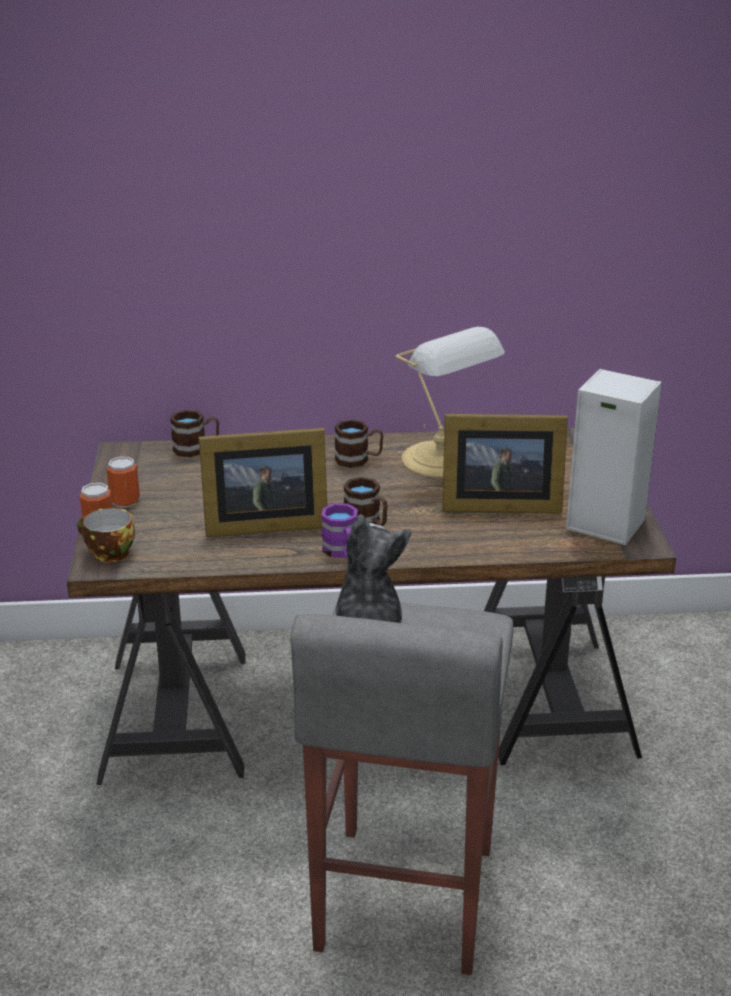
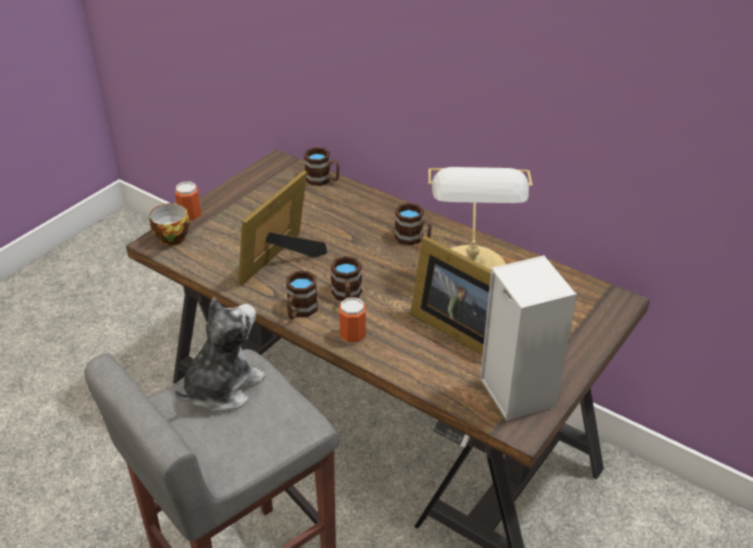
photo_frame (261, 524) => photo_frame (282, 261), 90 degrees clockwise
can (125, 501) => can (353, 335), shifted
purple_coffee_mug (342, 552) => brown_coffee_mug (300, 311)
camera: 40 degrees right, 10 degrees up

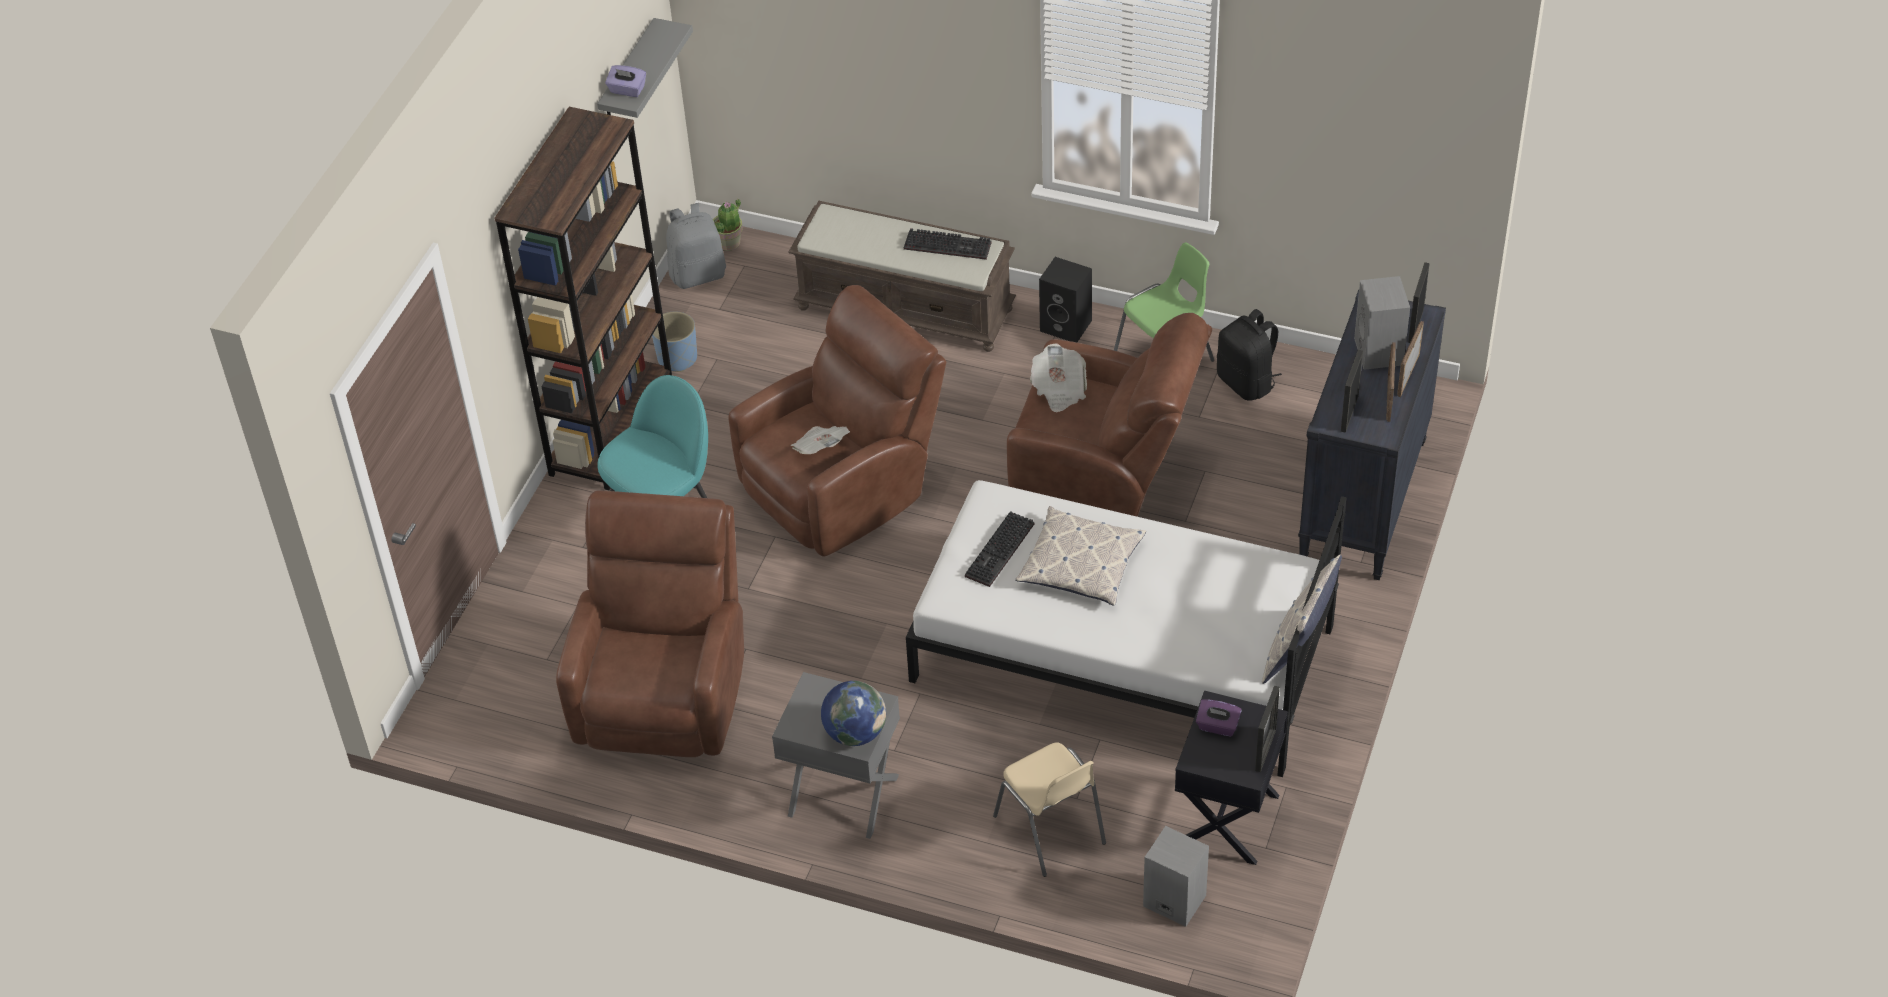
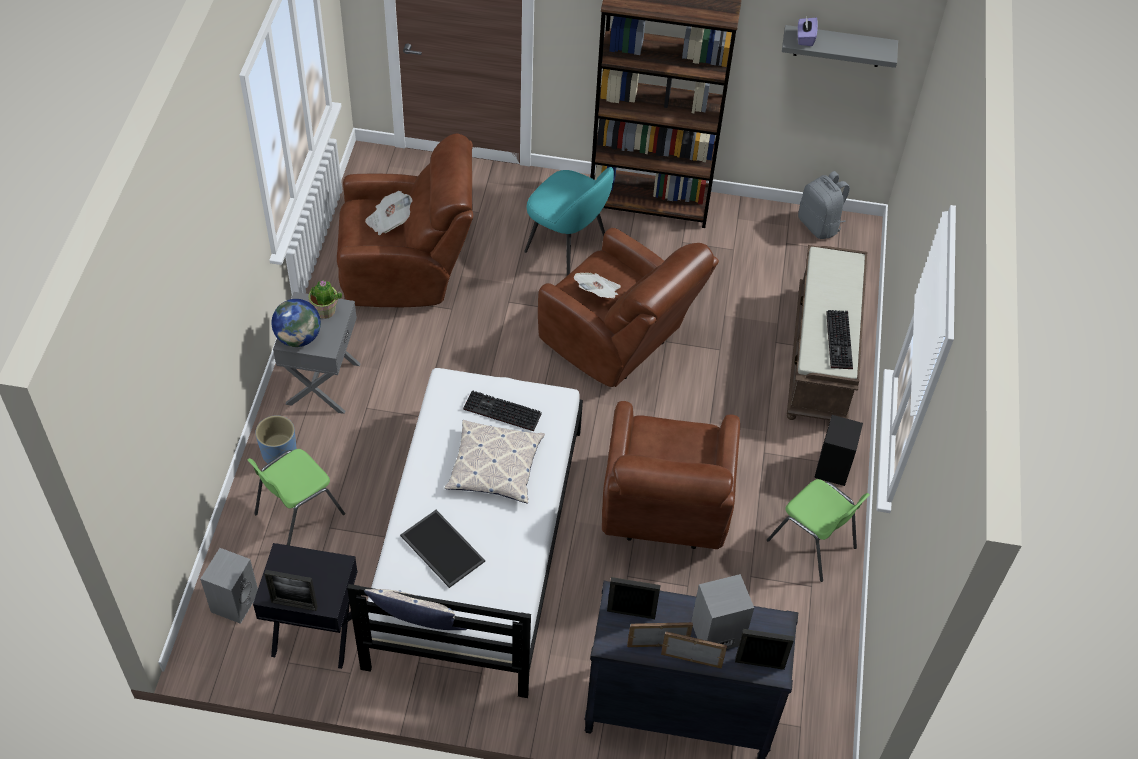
potted_plant (729, 242) => potted_plant (325, 311), shifted
black-coloured_knapsack (1247, 382) => nothing
bluish_planter (677, 358) => bluish_planter (279, 453), shifted
newspaper (1059, 390) => newspaper (389, 221), shifted
purple_tissue_holder (1217, 726) => nothing
beige-coloured_plain_chair (1050, 830) => greenish_plain_chair (298, 513)
nothing => tray (441, 549)
camera: 75 degrees right, 5 degrees up

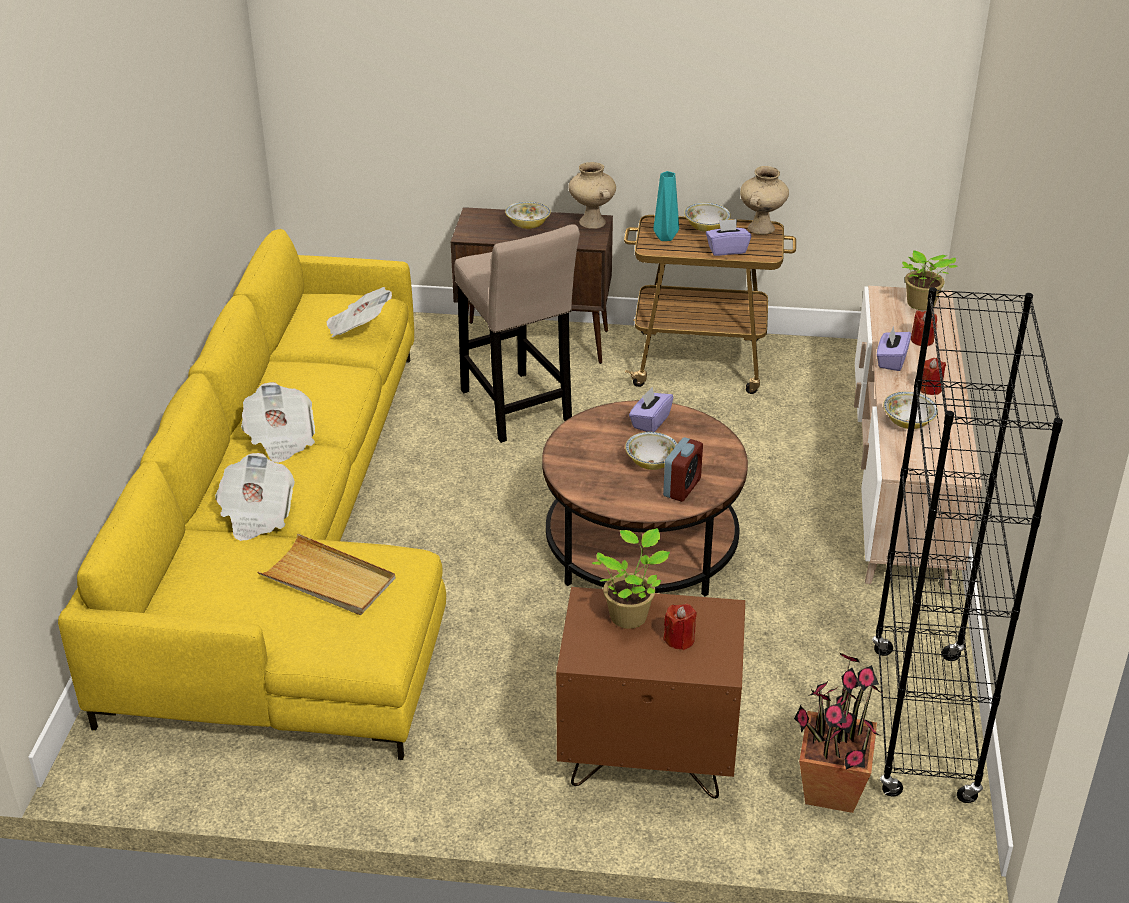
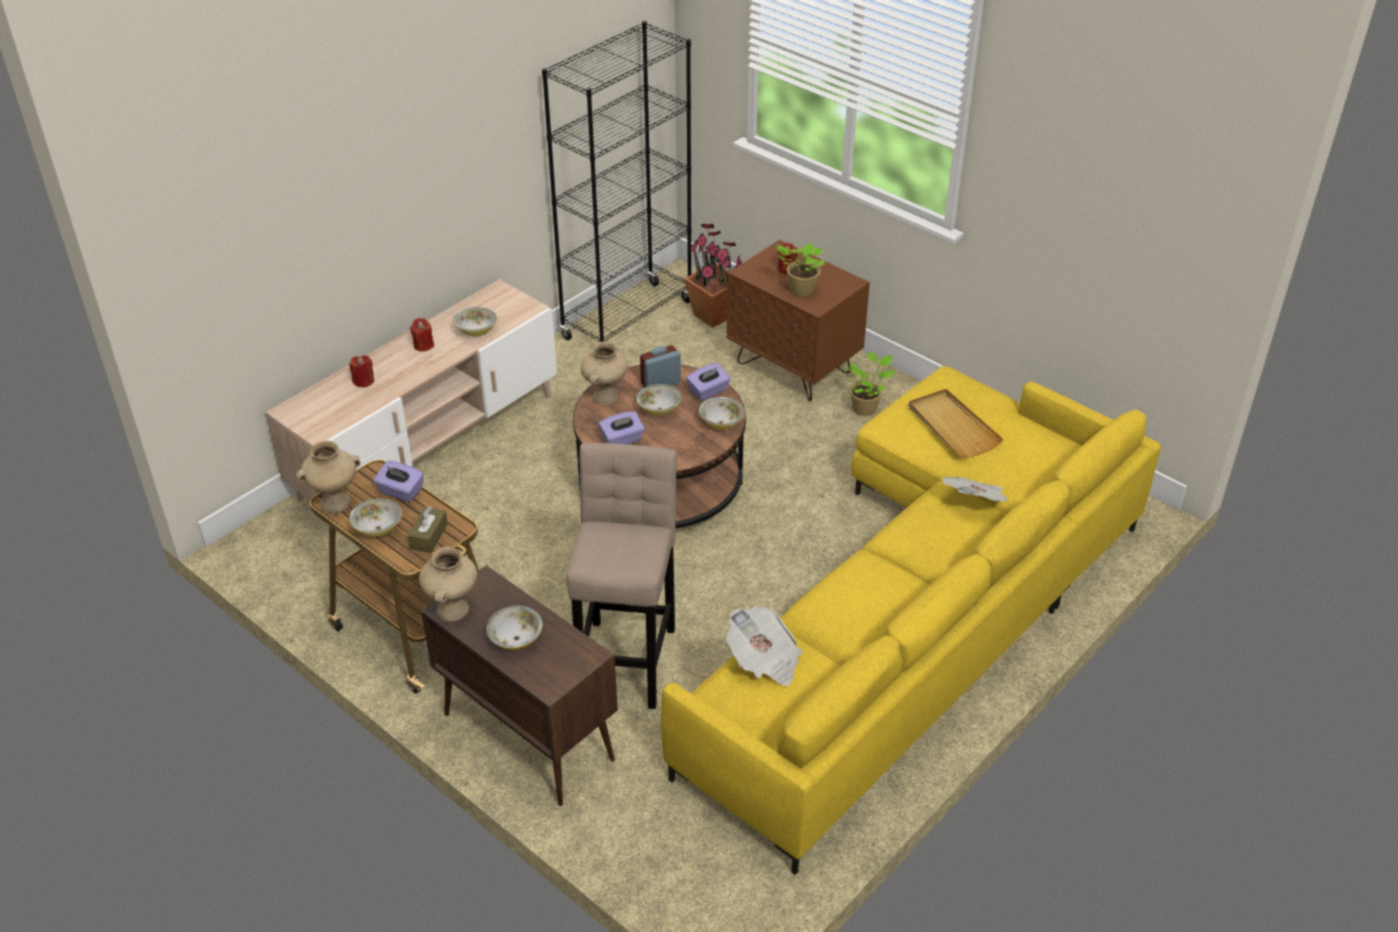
turquoise-coloured_decorative_vase (664, 238) => brown_tissue_holder (429, 536)
potted_plant (920, 305) => potted_plant (866, 408), shifted
purple_tissue_holder (891, 360) => purple_tissue_holder (708, 391), shifted
newspaper (281, 439) => nothing
nothing => beige-coloured_decorative_vase (605, 397)
nothing => deep_dish (721, 423)
camera: 145 degrees left, 5 degrees up

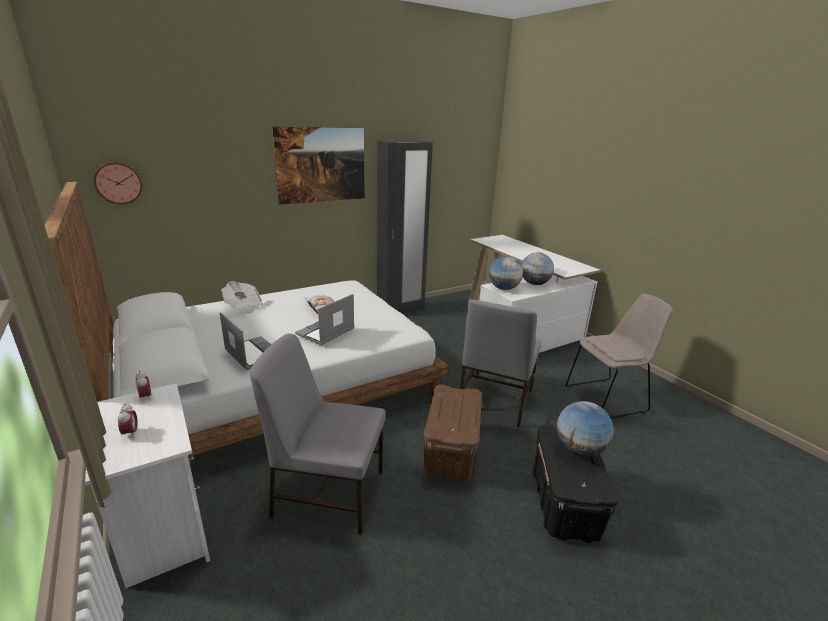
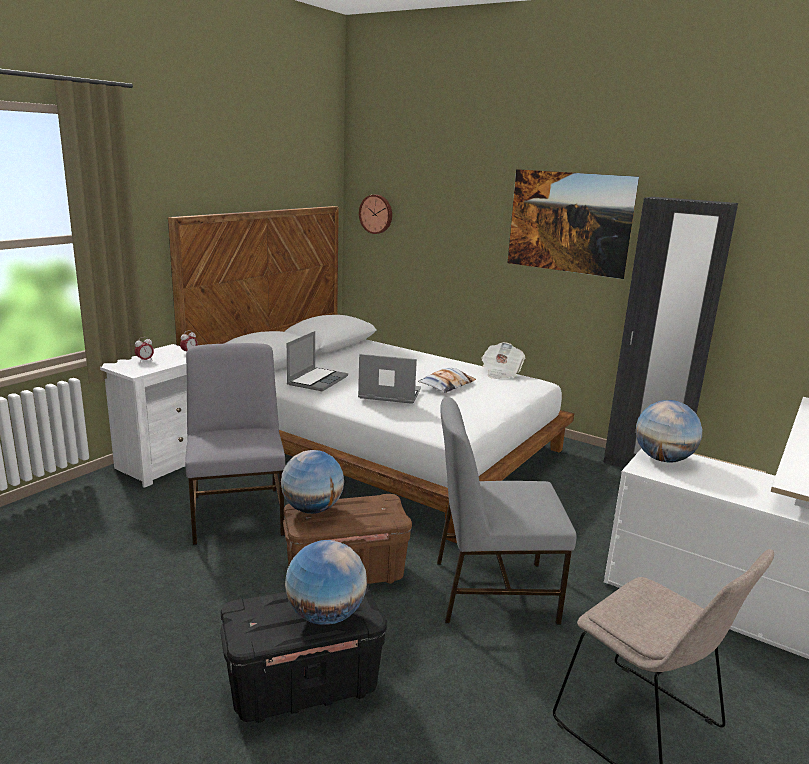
world_globe (535, 284) => world_globe (312, 509), shifted
newspaper (243, 307) => newspaper (501, 373), shifted
camera: 65 degrees right, 5 degrees down

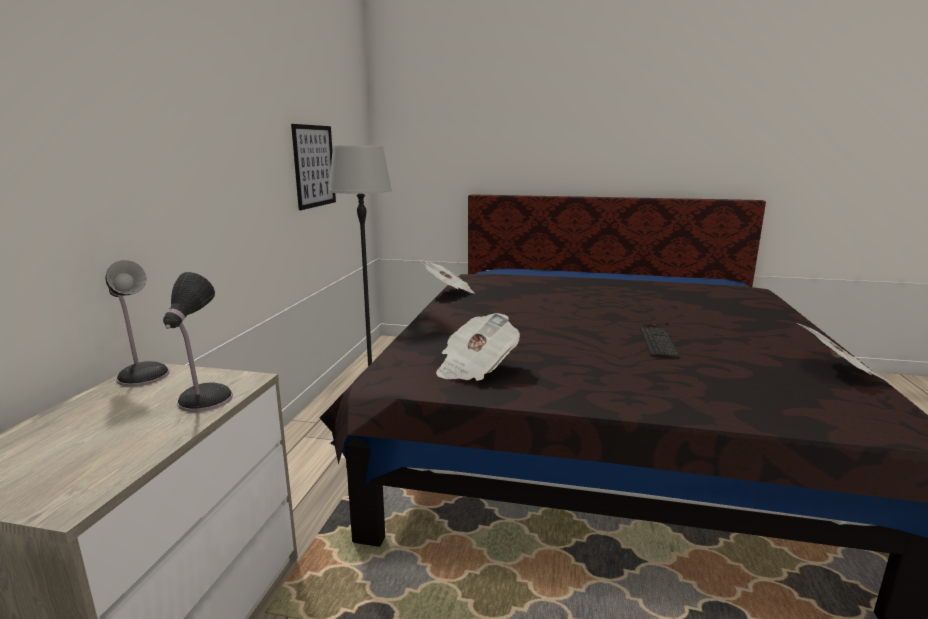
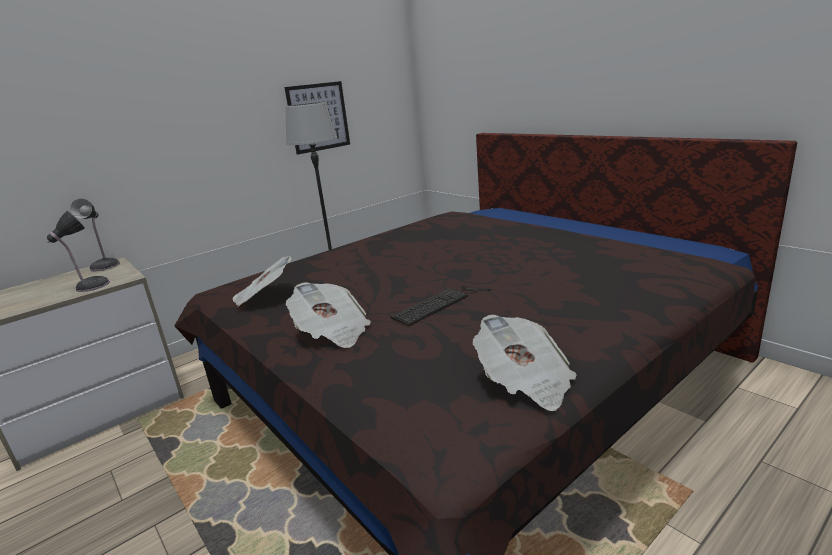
newspaper (448, 291) => newspaper (332, 332), shifted
camera: 40 degrees right, 5 degrees up

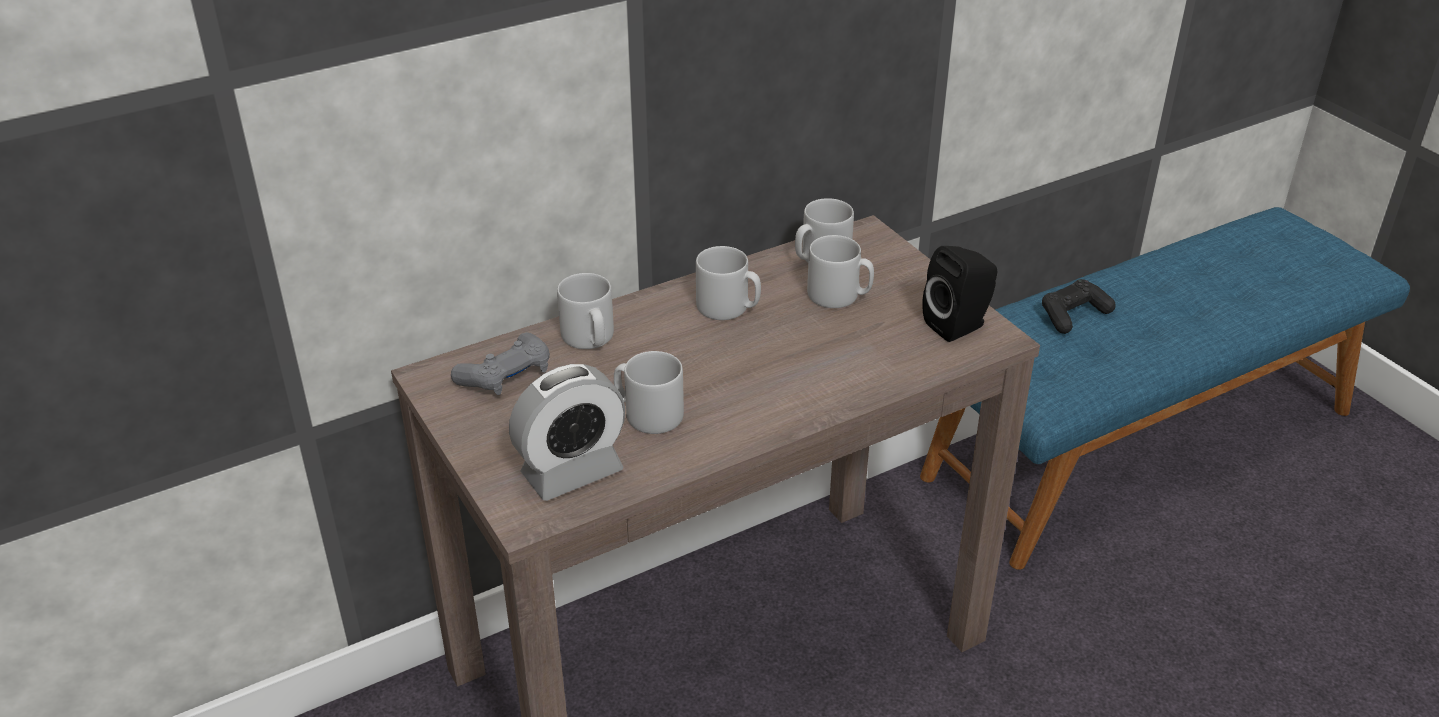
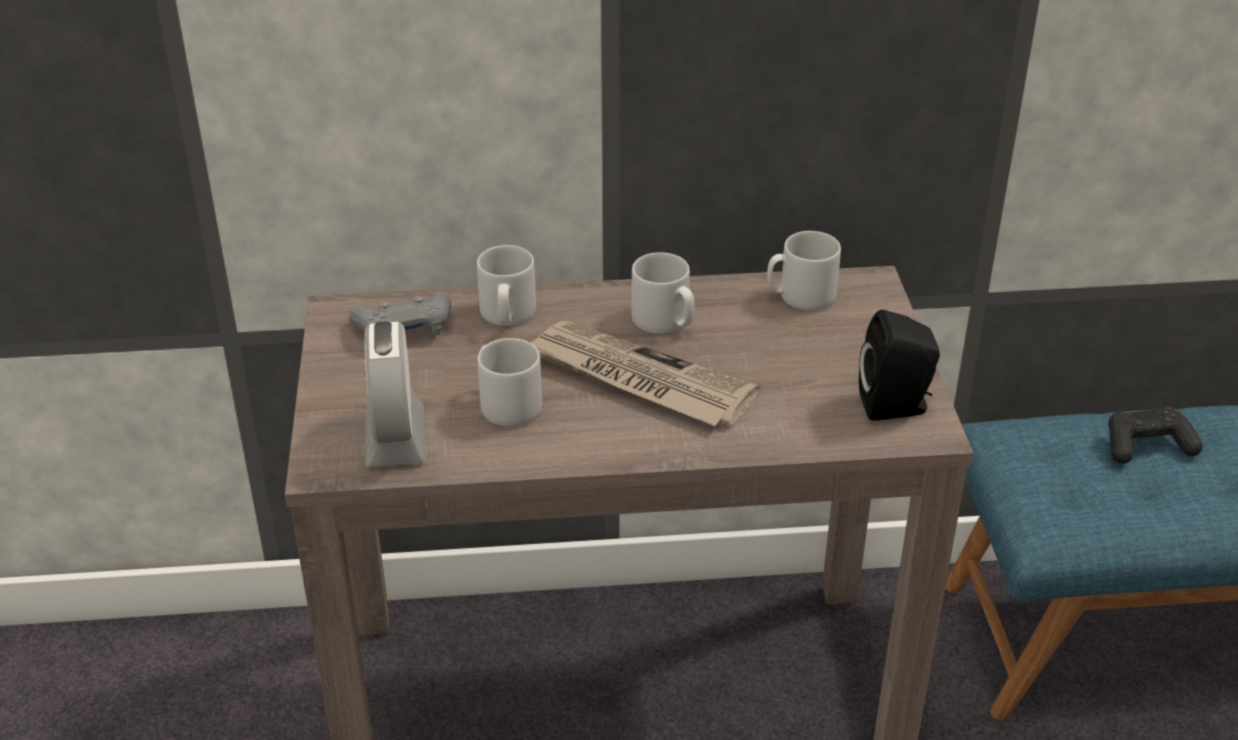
grey_coffee_mug (839, 296) => nothing
table_clock (572, 472) => table_clock (395, 438), 90 degrees clockwise
nothing => newspaper (638, 379)
camera: 25 degrees right, 0 degrees up

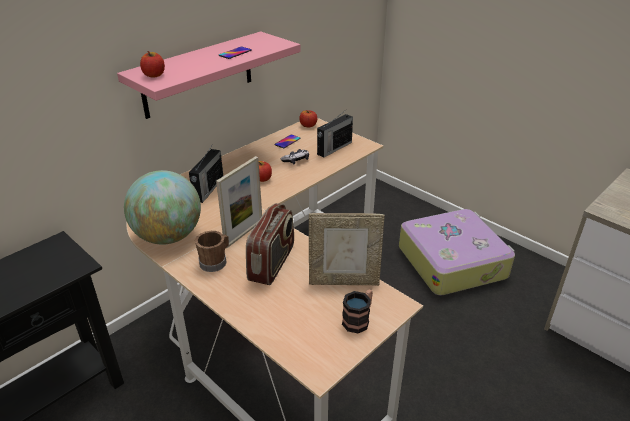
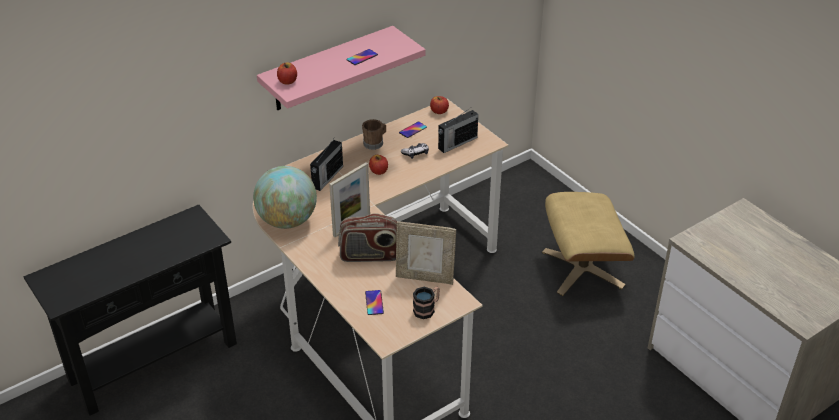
radio_receiver (272, 263) => radio_receiver (370, 255), 60 degrees clockwise
travel_case (452, 261) => beige-coloured_pouffe (582, 268)
brown_coffee_mug (215, 262) => brown_coffee_mug (375, 143), shifted
nothing => telephone (374, 302)
camera: 10 degrees right, 5 degrees up

